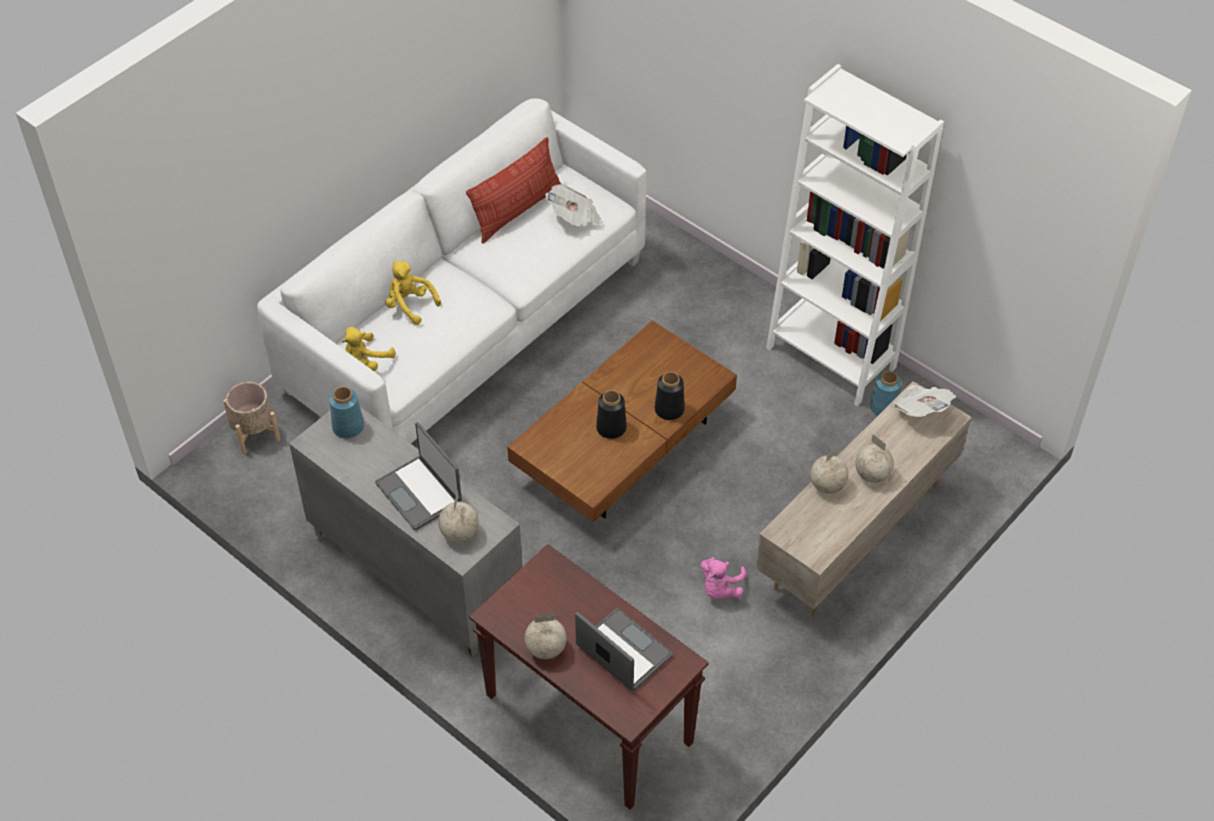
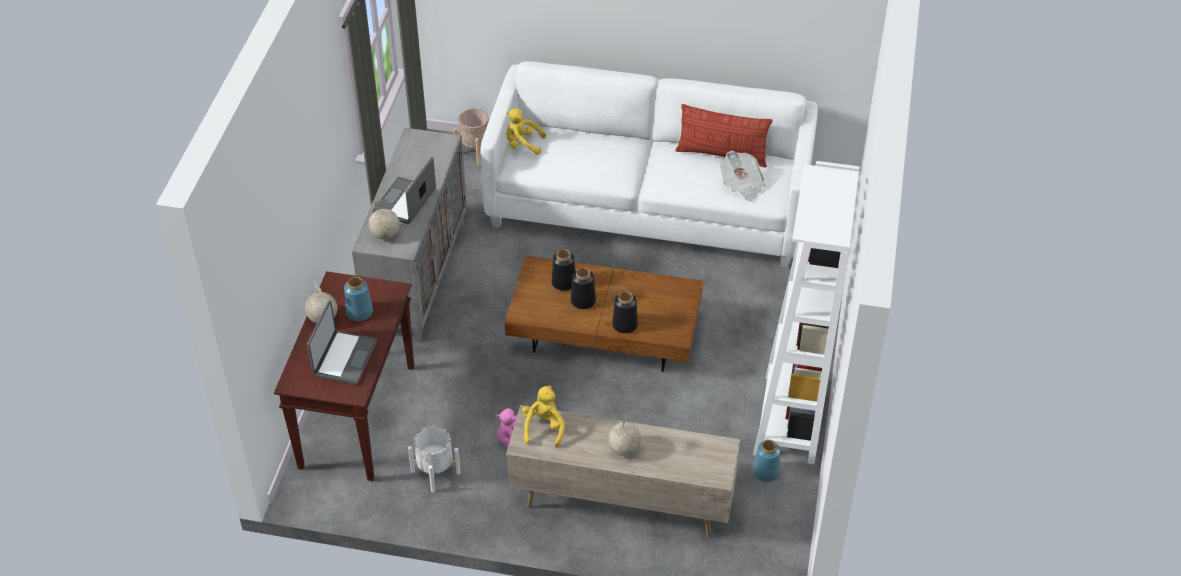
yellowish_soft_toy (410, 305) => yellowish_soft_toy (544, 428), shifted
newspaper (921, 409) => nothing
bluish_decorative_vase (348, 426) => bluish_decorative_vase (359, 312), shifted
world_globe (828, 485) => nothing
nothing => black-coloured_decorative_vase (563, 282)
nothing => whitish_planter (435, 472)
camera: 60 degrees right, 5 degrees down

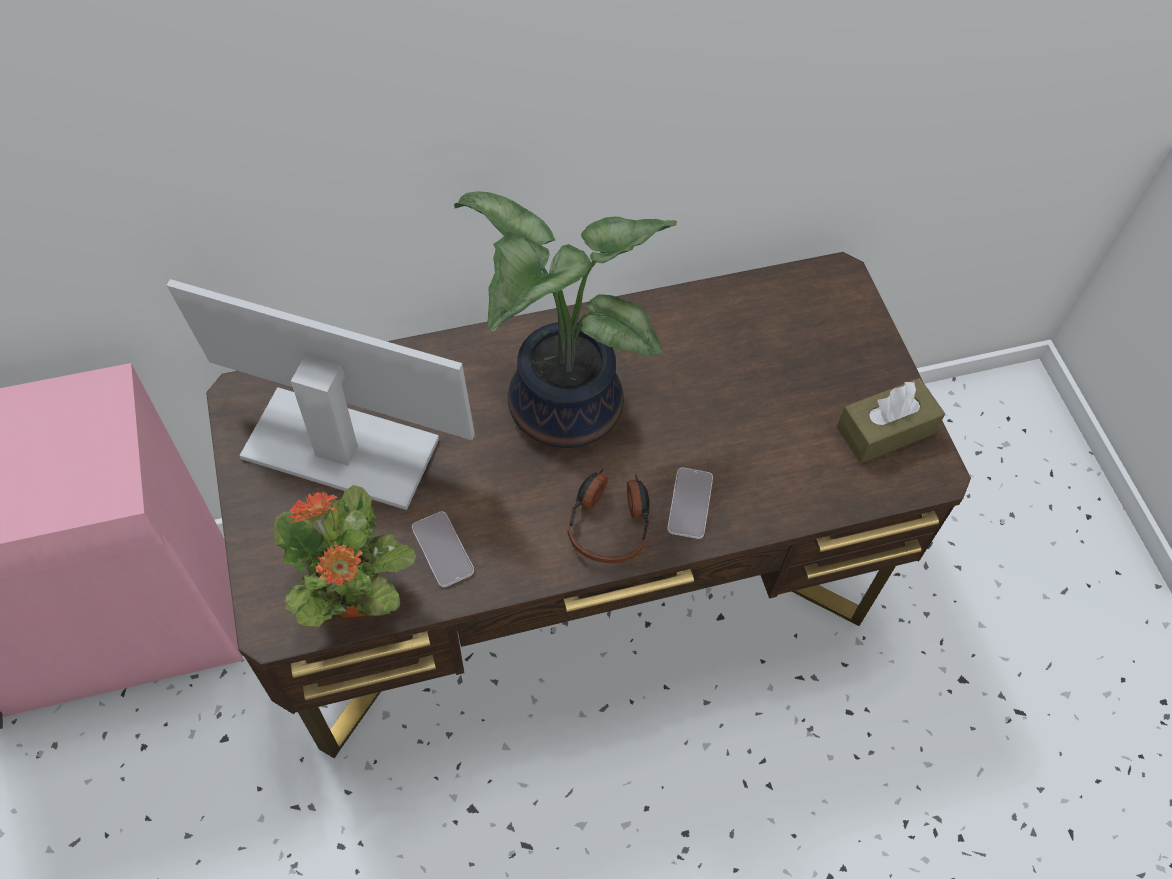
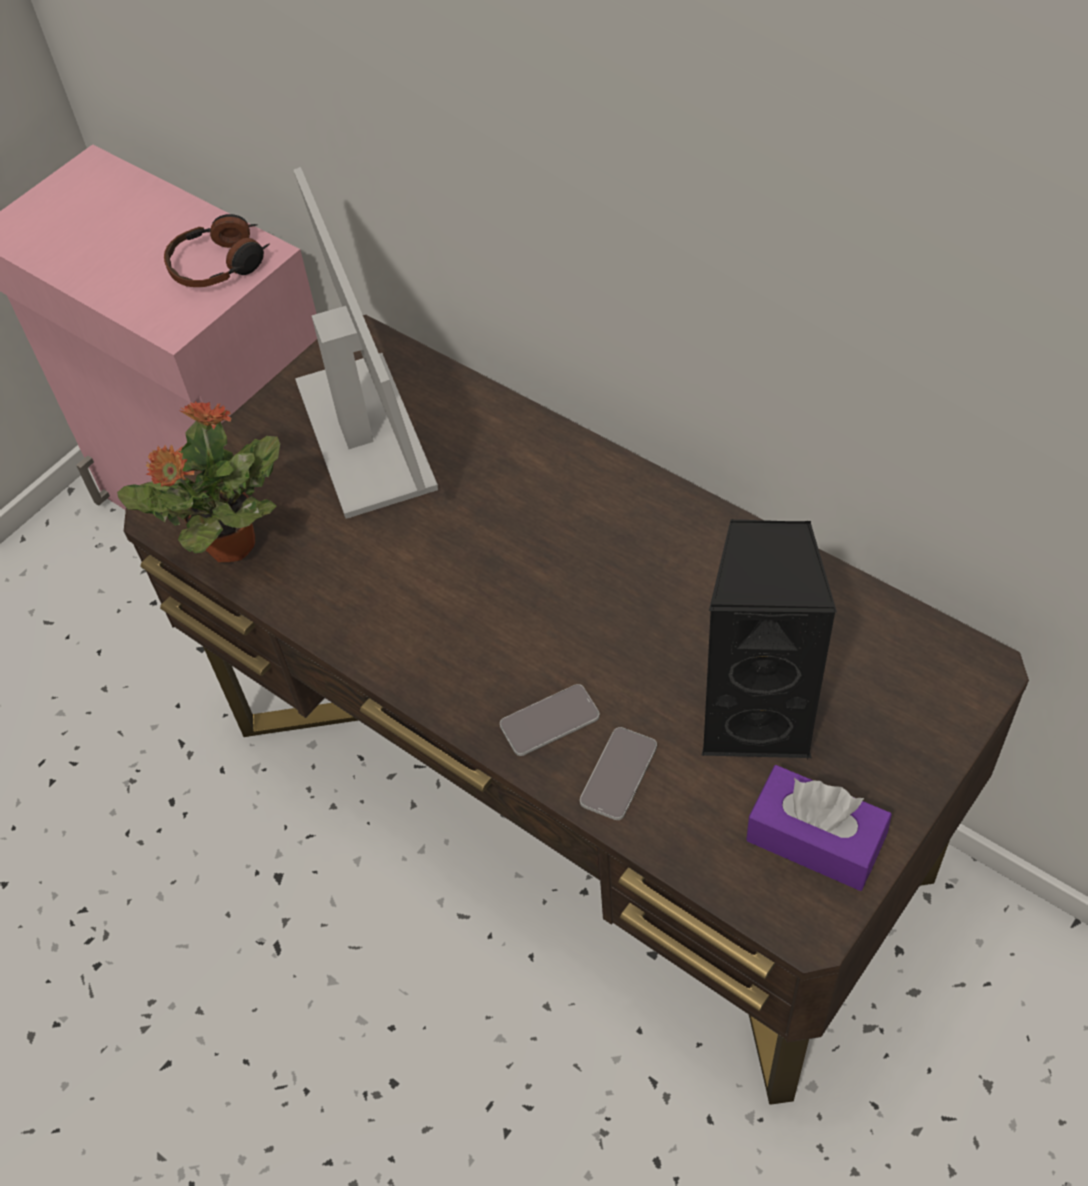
potted_plant (557, 407) => nothing
brown_tissue_holder (885, 430) => purple_tissue_holder (815, 839)
headset (609, 522) => headset (220, 264), shifted
telephone (443, 550) => telephone (618, 774), shifted
nothing => black-coloured_loudspeaker (756, 716)
camera: 60 degrees right, 5 degrees down

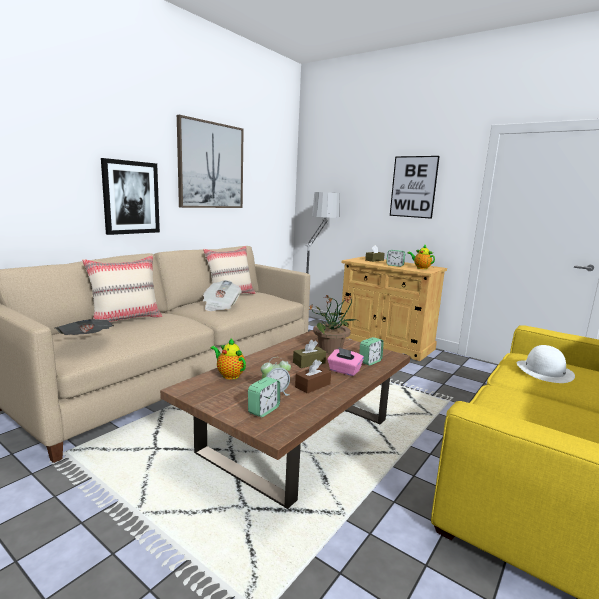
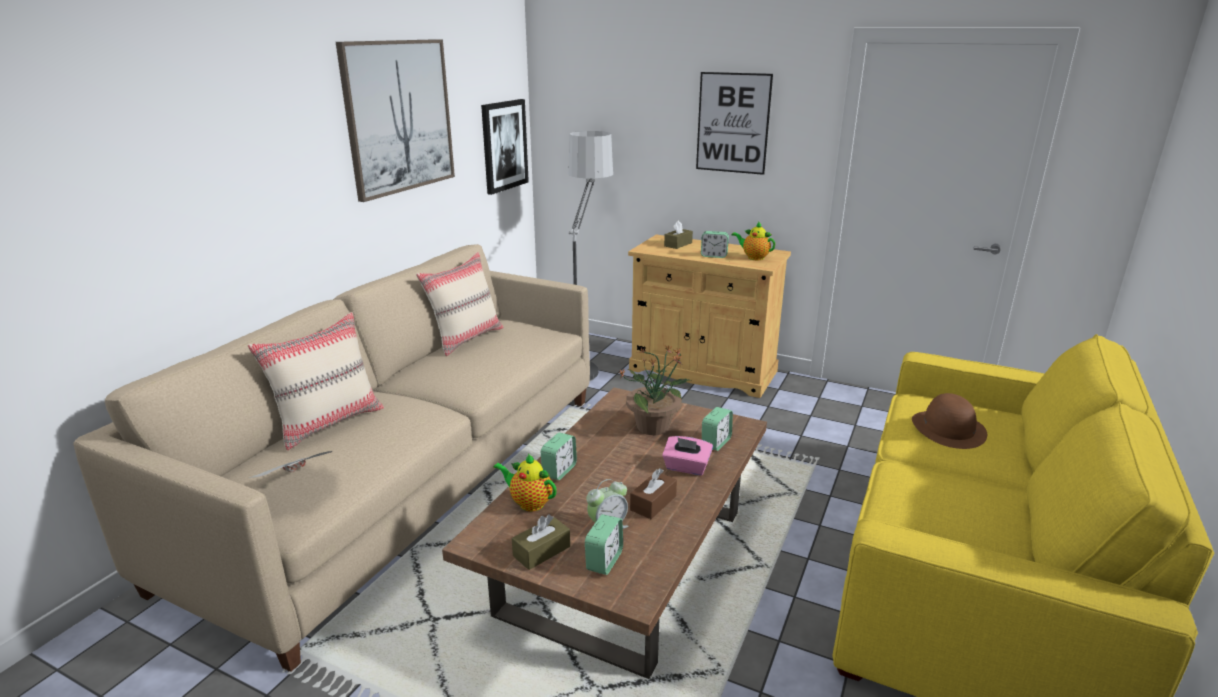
wall_picture (131, 197) => wall_picture (504, 145), shifted
newspaper (220, 306) => nothing
brown_tissue_holder (309, 363) => brown_tissue_holder (541, 551), shifted
whitish_clothing_hat (544, 371) => brown_clothing_hat (948, 429)
nothing => table_clock (559, 471)
camera: 10 degrees left, 10 degrees up

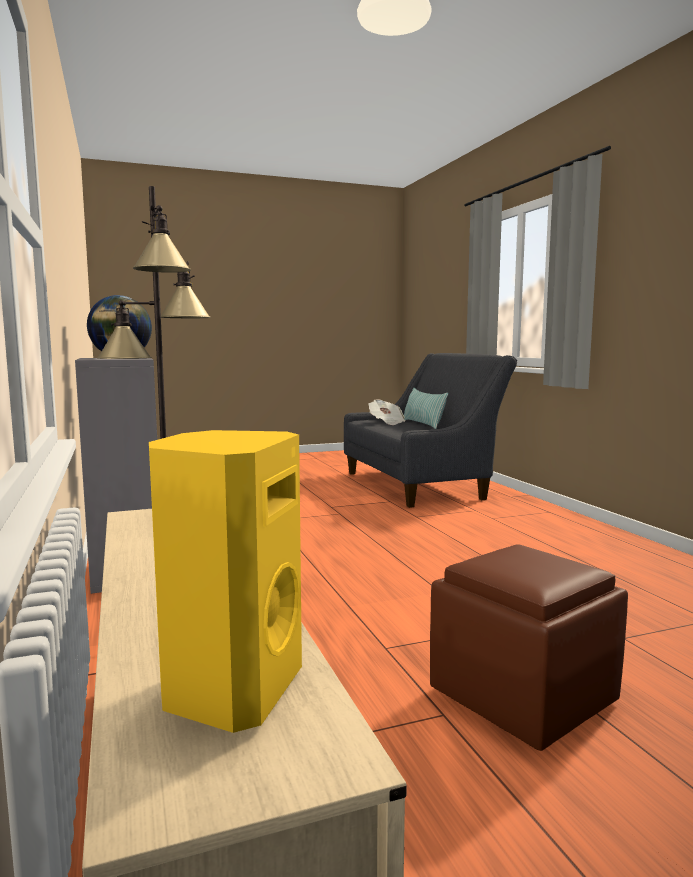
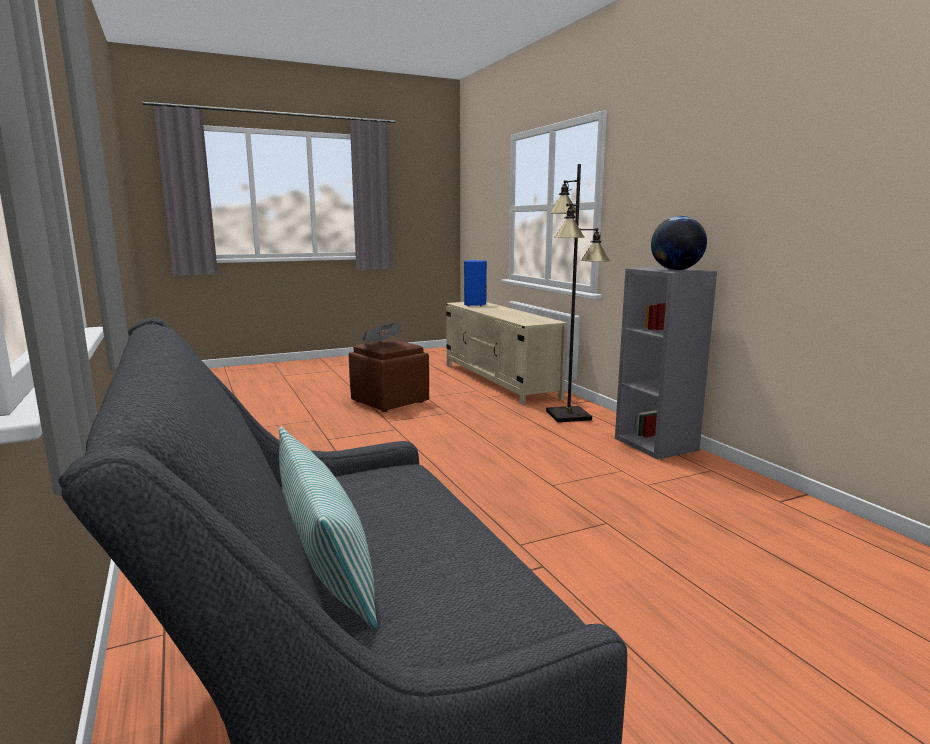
newspaper (386, 422) => newspaper (382, 344), shifted
yellowish_loudspeaker (229, 690) => bluish_loudspeaker (475, 305)
camera: 175 degrees right, 5 degrees up

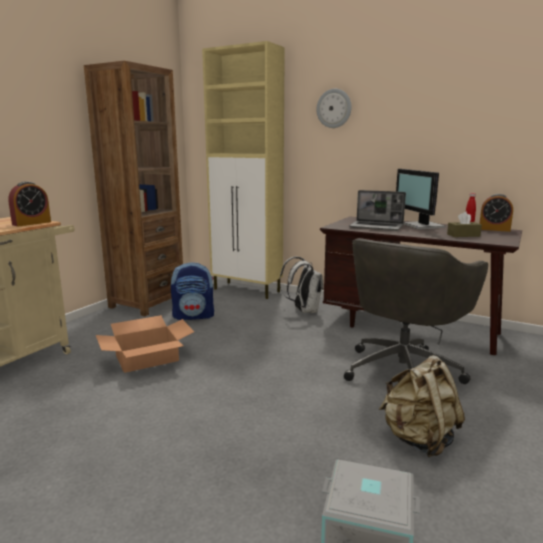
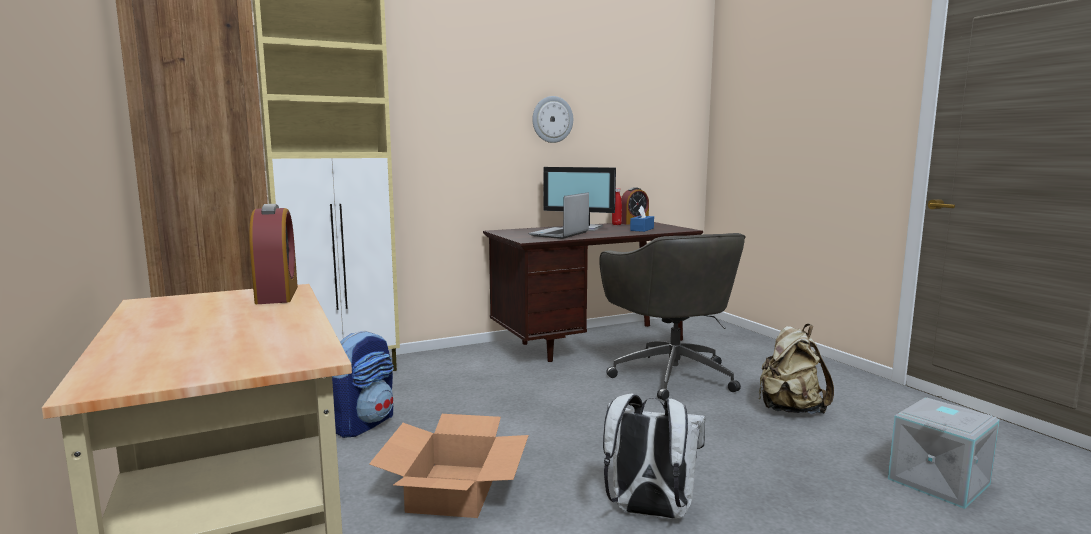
hanging_clock (334, 108) => hanging_clock (552, 119), shifted
notebook_computer (377, 227) => notebook_computer (559, 234), 150 degrees clockwise
brown_tissue_holder (463, 235) => bluish_tissue_holder (642, 229)
whitish_knapsack (303, 310) => whitish_knapsack (648, 512), shifted
camera: 55 degrees left, 5 degrees down

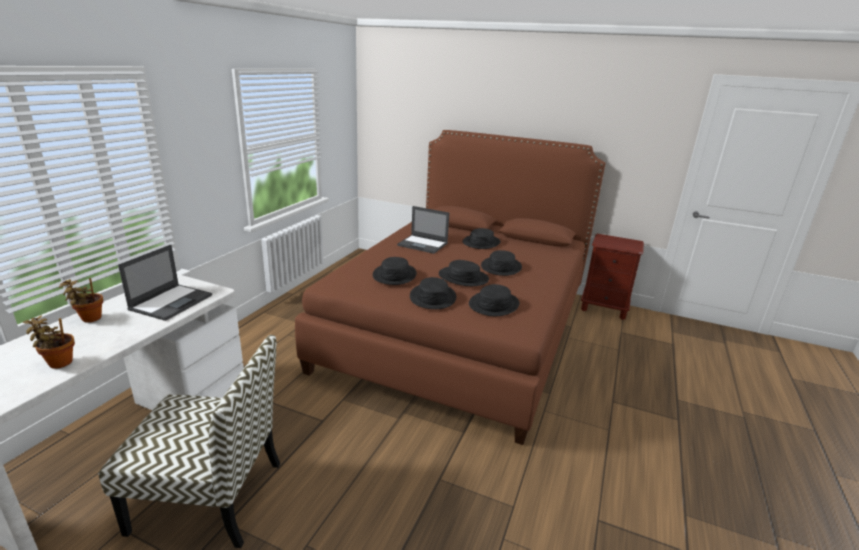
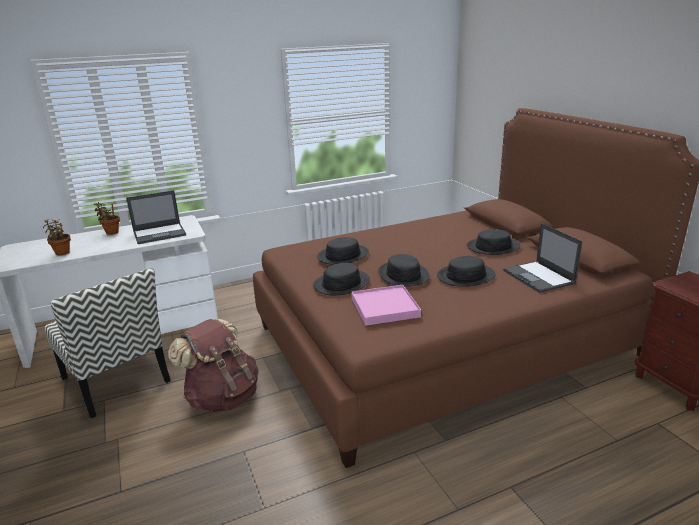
notebook_computer (423, 244) => notebook_computer (539, 277), shifted
black-coloured_clothing_hat (494, 304) => pink-coloured_tray (385, 307)
nothing => brown_knapsack (222, 397)
camera: 45 degrees right, 0 degrees up

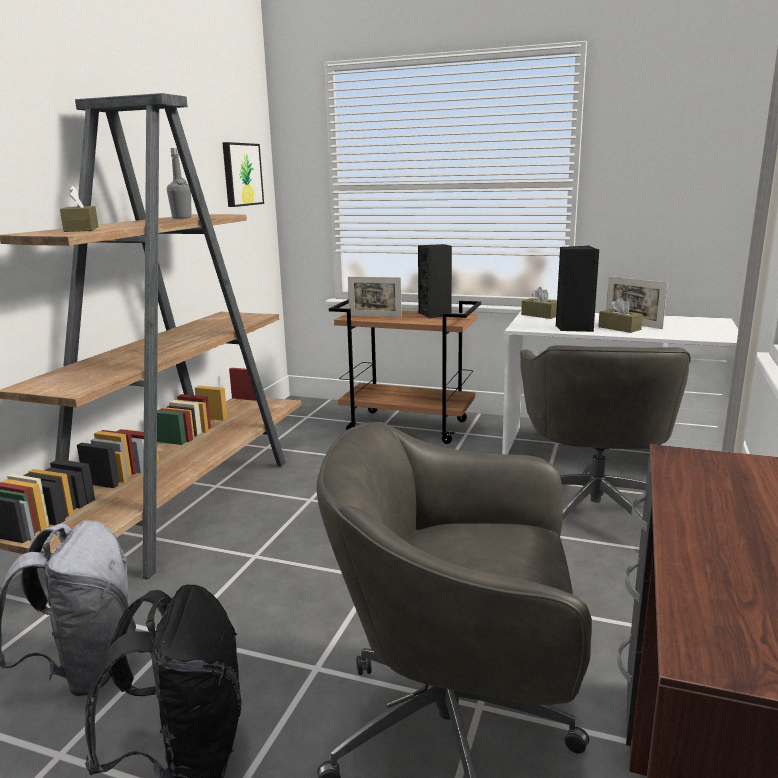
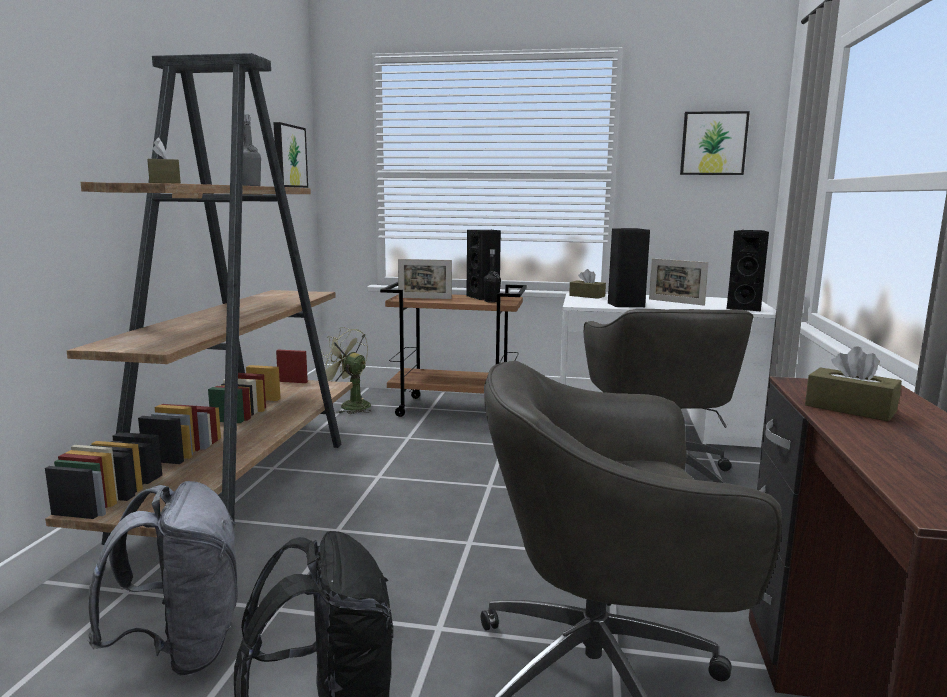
brown_tissue_holder (619, 328) => brown_tissue_holder (850, 408), shifted
nothing => wall_picture (713, 143)
nothing => black-coloured_loudspeaker (744, 308)
nothing => black-coloured_bottle (491, 301)
nothing => greenish_electric_fan (349, 406)
camera: 10 degrees left, 5 degrees down

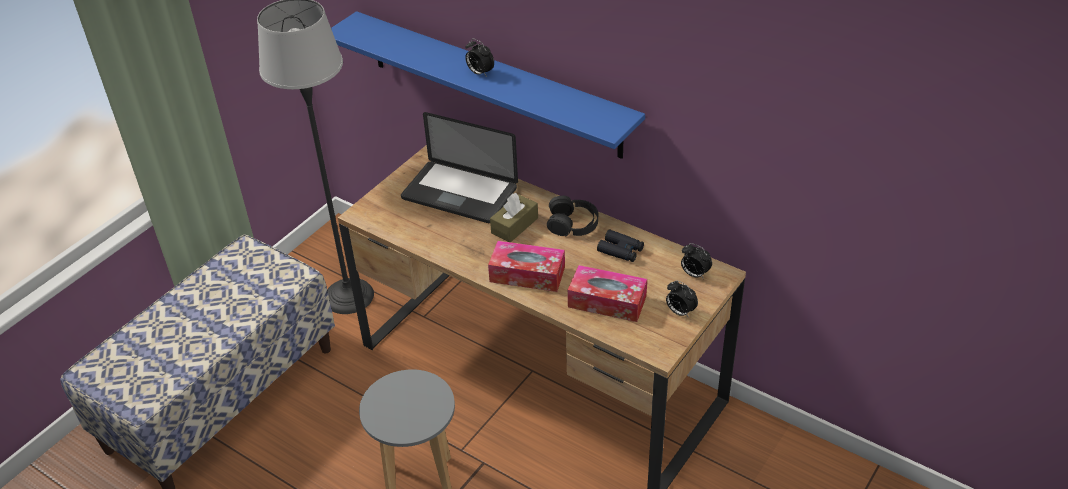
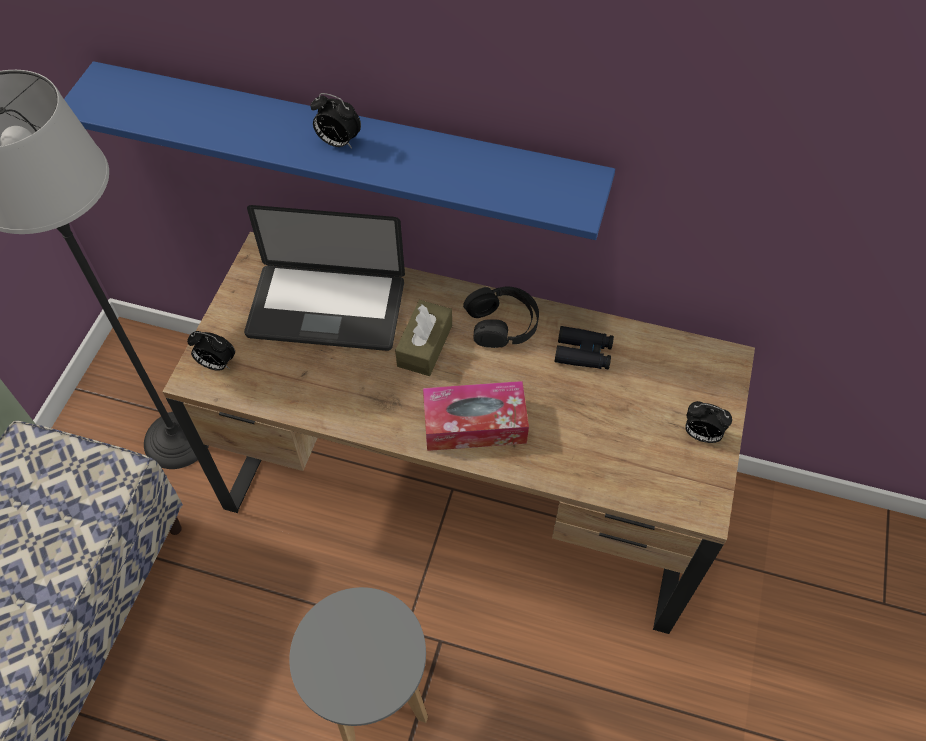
table_clock (694, 274) => table_clock (216, 364), shifted
tissue_holder (607, 301) => nothing
camera: 20 degrees left, 15 degrees up

